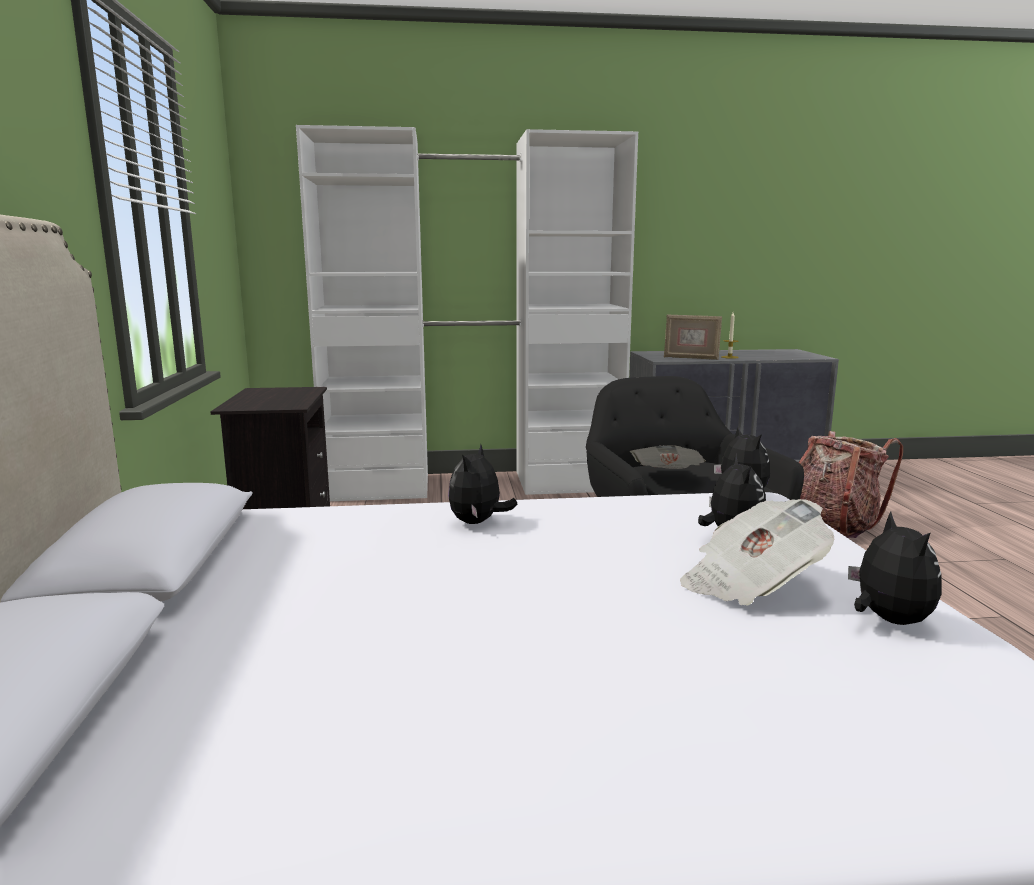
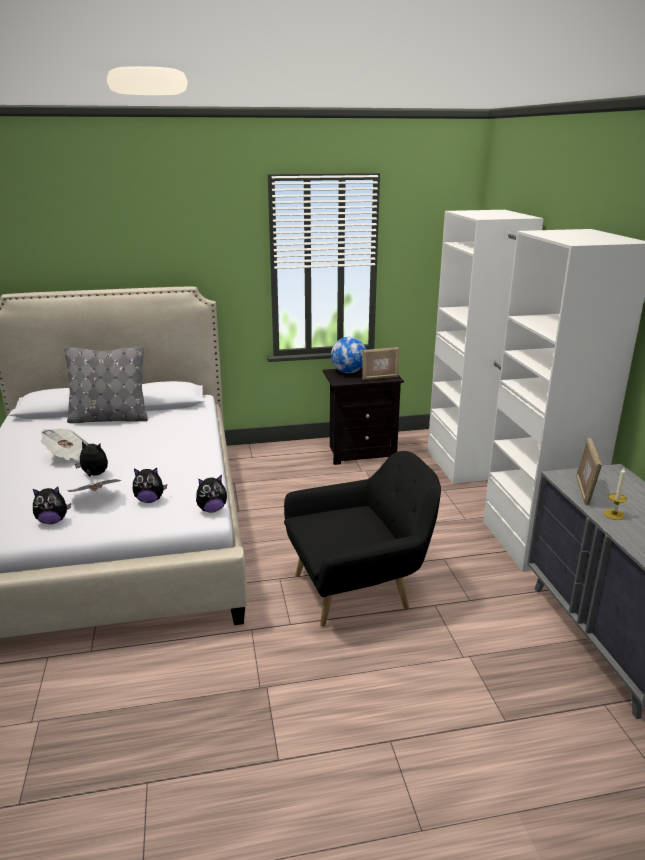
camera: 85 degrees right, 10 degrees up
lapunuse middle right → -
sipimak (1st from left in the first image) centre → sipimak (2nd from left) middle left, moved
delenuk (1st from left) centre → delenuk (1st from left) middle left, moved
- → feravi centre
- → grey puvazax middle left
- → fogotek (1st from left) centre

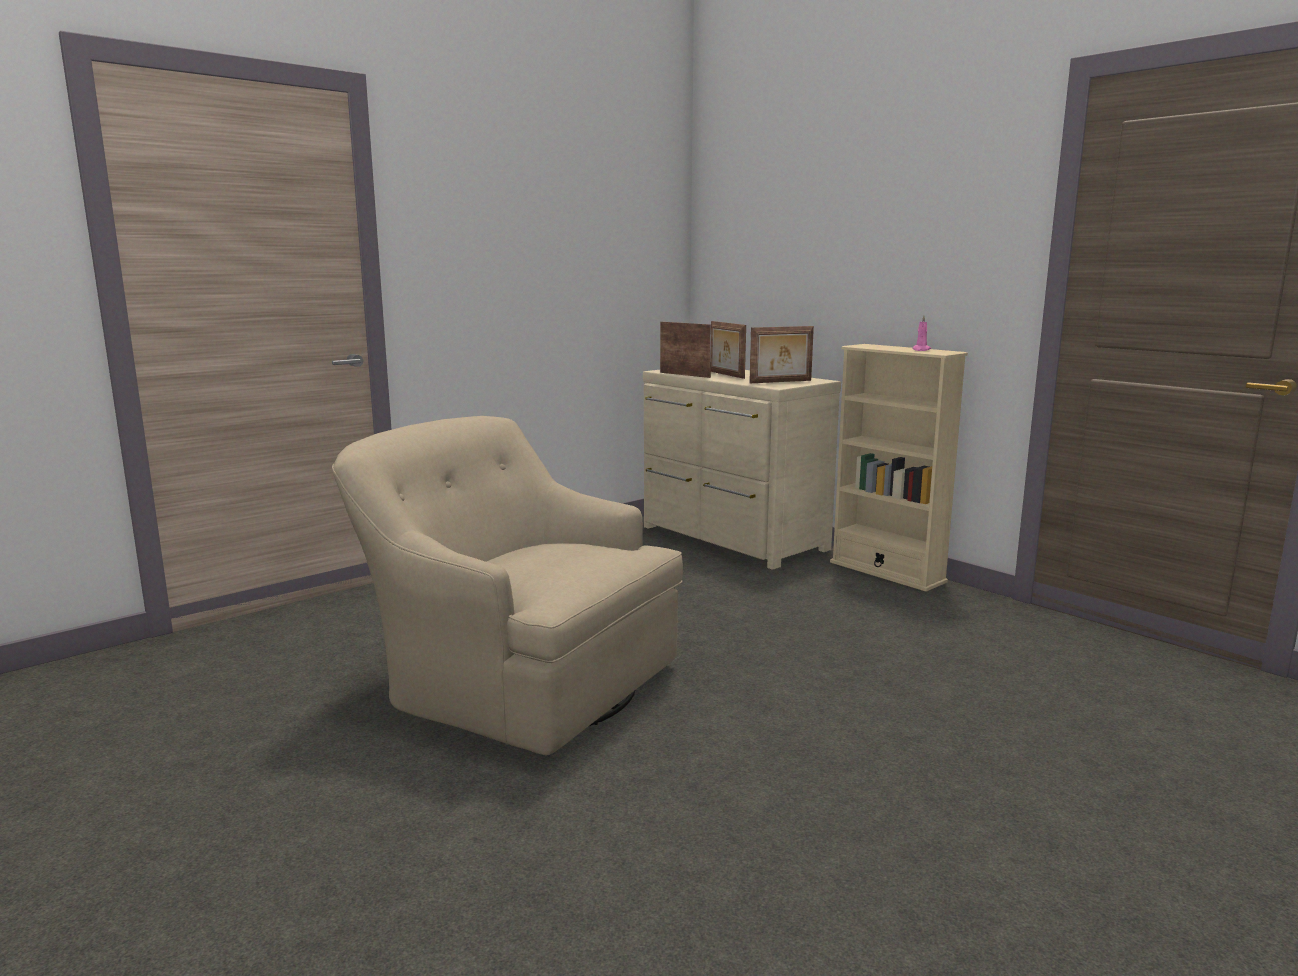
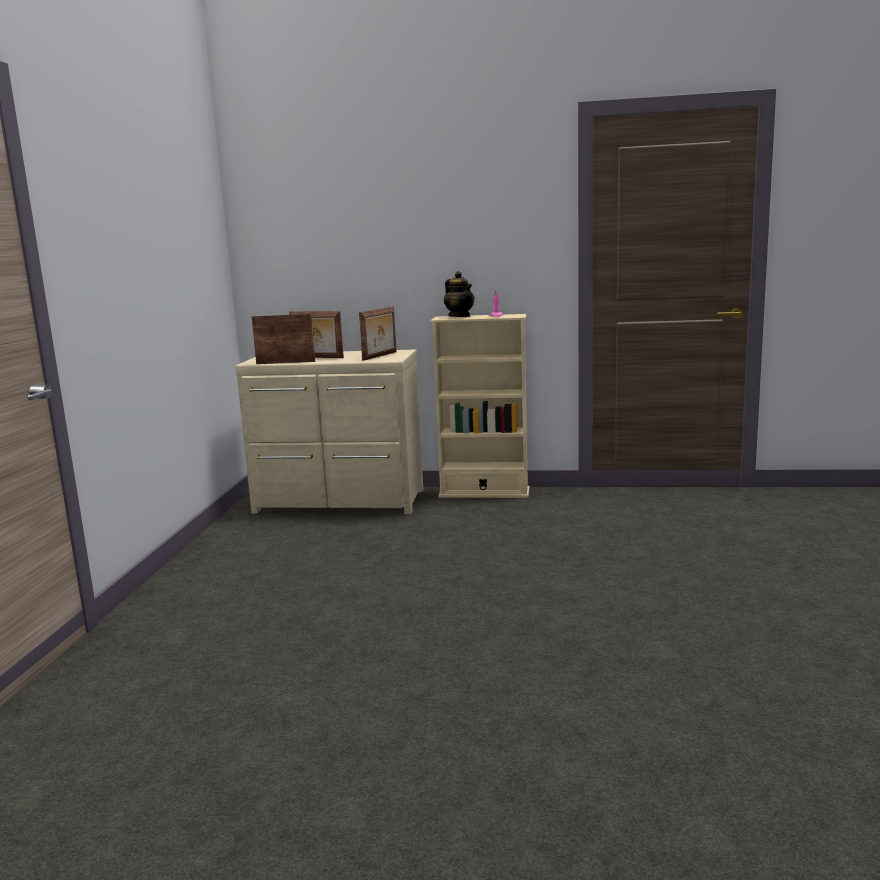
camera: 40 degrees left, 0 degrees up
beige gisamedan centre → -
- → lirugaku centre

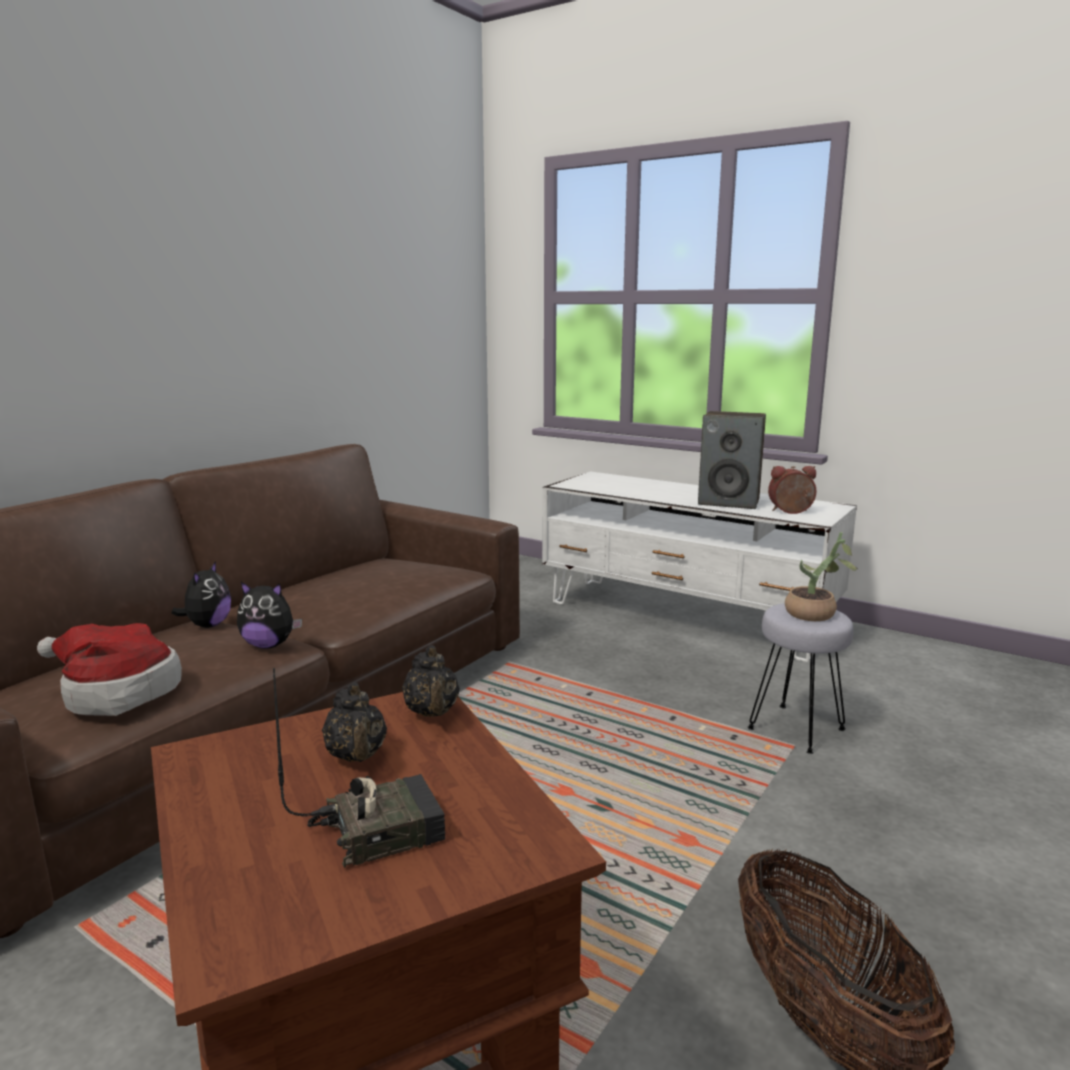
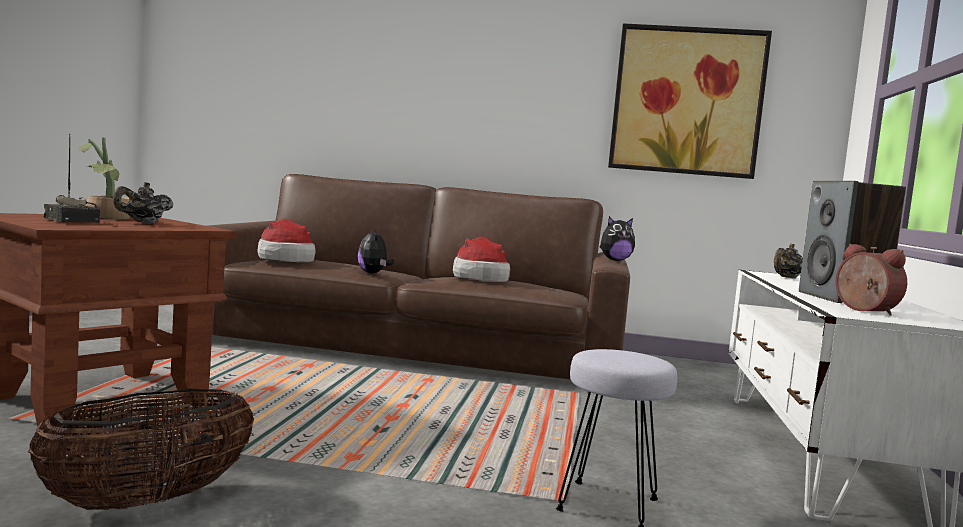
camera: 65 degrees right, 10 degrees down
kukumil middle right → kukumil middle left, moved
sipimak (1st from left in the first image) middle left → sipimak (2nd from left) centre, moved
black lirugaku (2nd from left) centre → black lirugaku (2nd from left) middle right, moved
- → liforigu top right
- → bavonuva (2nd from left) centre

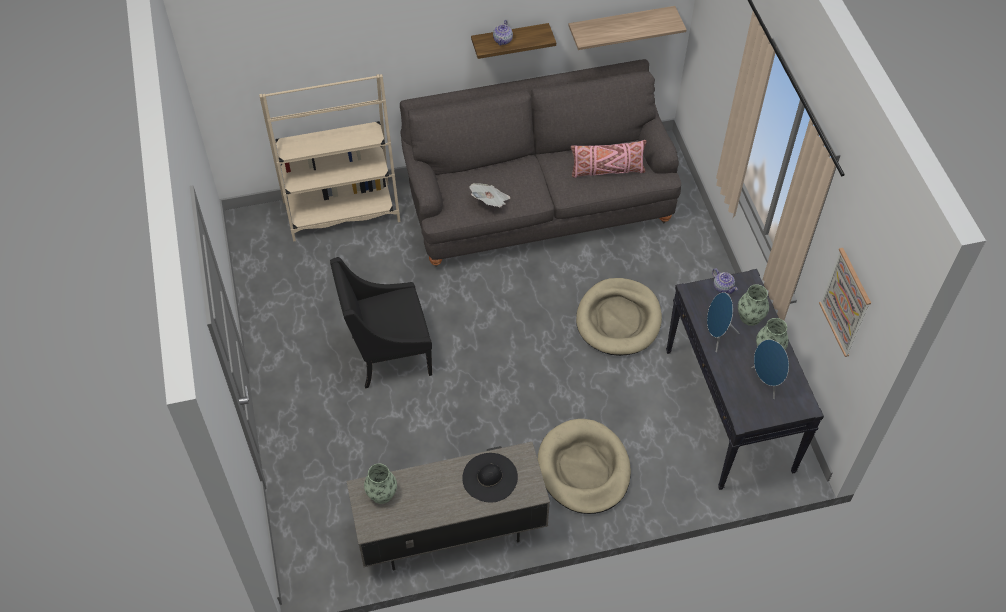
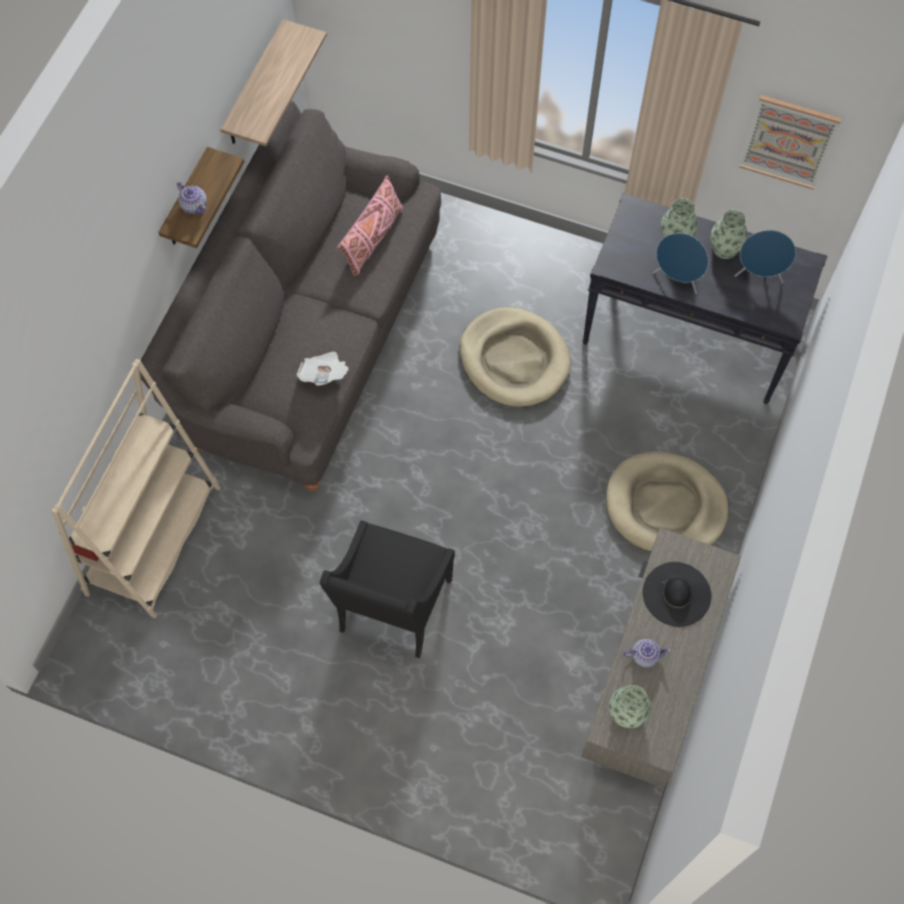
camera: 55 degrees left, 10 degrees up
lirugaku (2nd from left) middle right → lirugaku (2nd from left) bottom right, moved

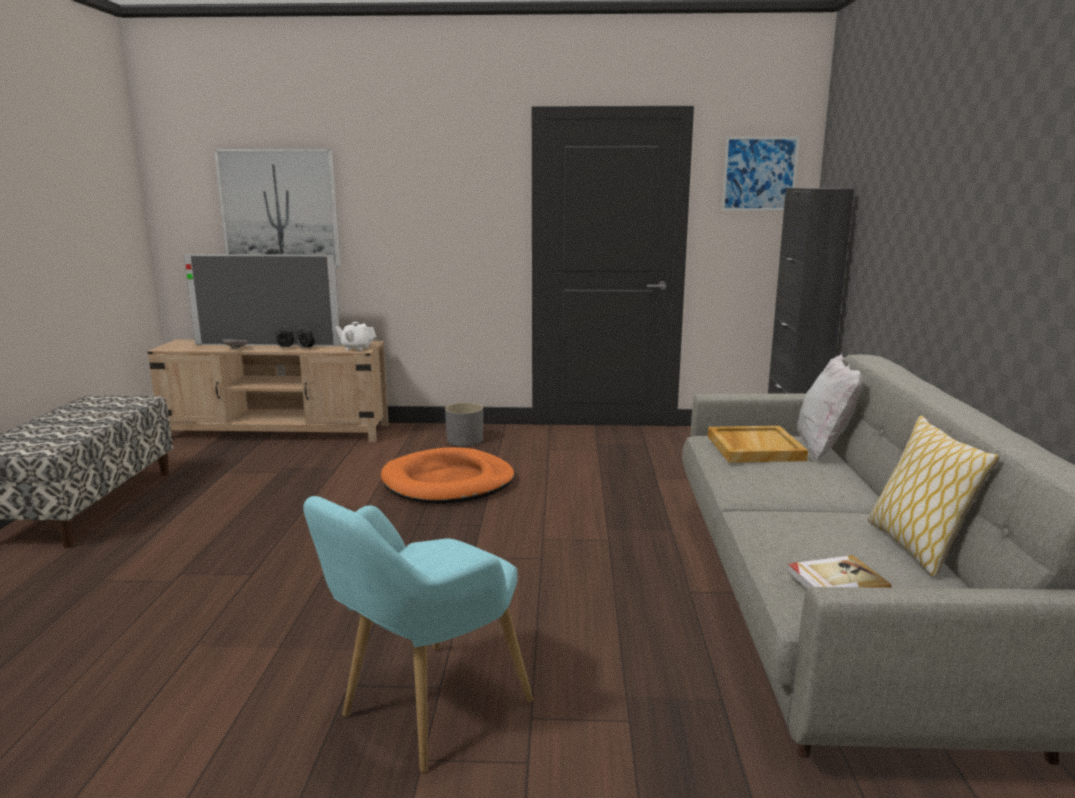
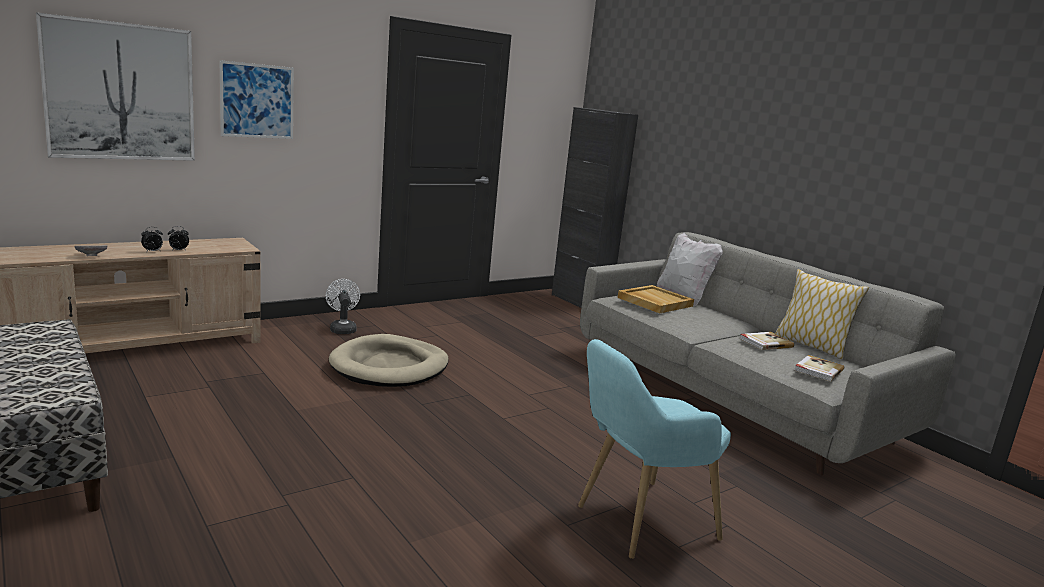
camera: 40 degrees left, 0 degrees up
liforigu (2nd from left) top right → liforigu (2nd from left) top left, moved
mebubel middle left → -
white lirugaku middle left → -
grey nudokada centre → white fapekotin middle left
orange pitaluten centre → beige pitaluten centre
turquoise gisamedan bottom centre, 60 degrees clockwise
- → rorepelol (1st from left) middle right

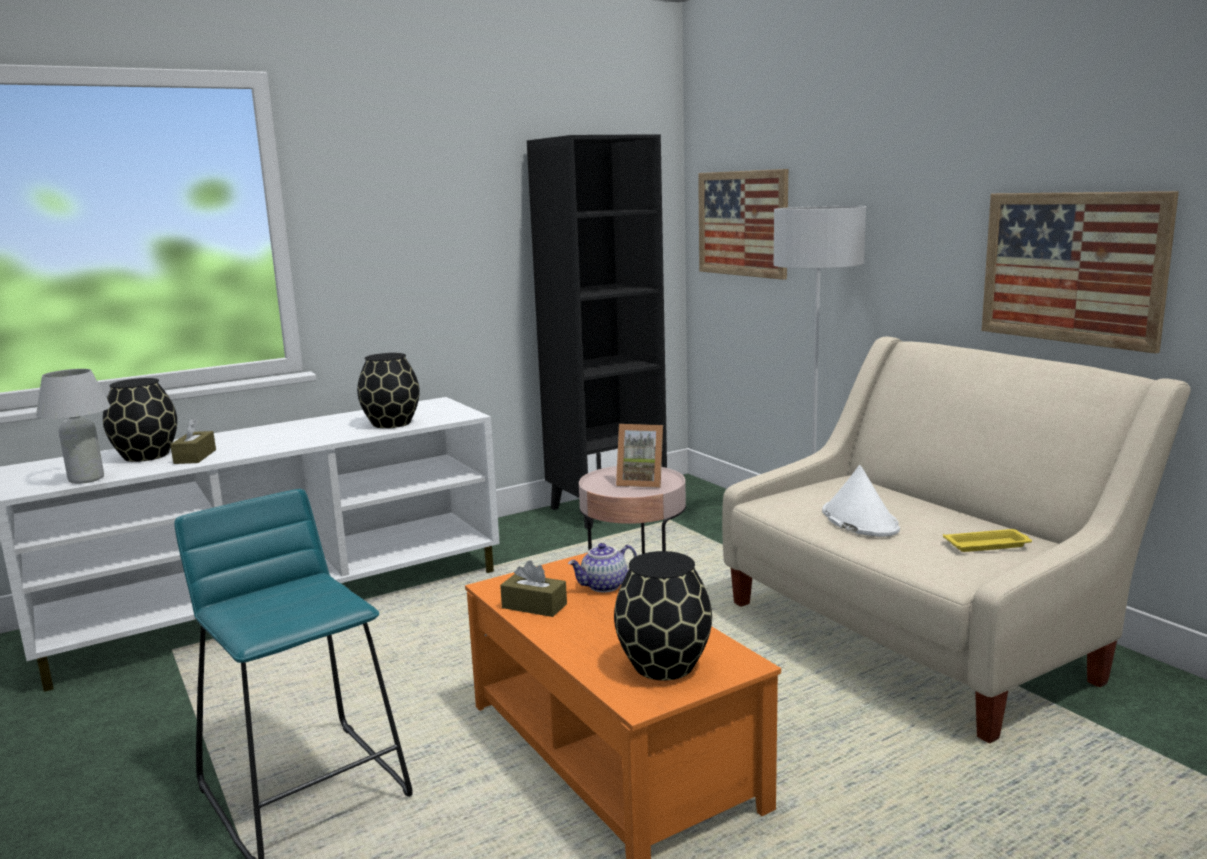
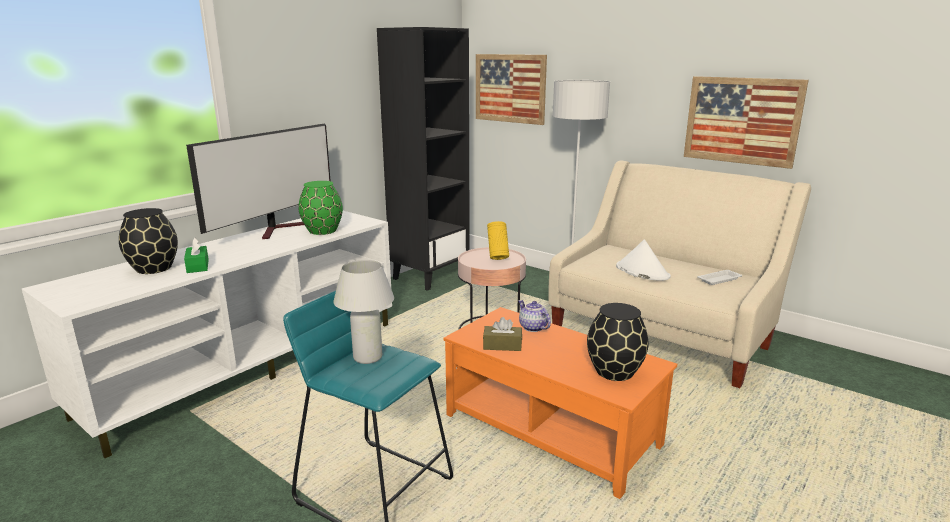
camera: 20 degrees left, 5 degrees up
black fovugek (2nd from left) middle left → green fovugek centre
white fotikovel middle left → white fotikovel centre, moved
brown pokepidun (1st from left) middle left → green pokepidun middle left
fogotek centre → yellow fovugek centre
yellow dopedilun middle right → white dopedilun middle right
lirugaku centre, 105 degrees clockwise
- → mebubel middle left

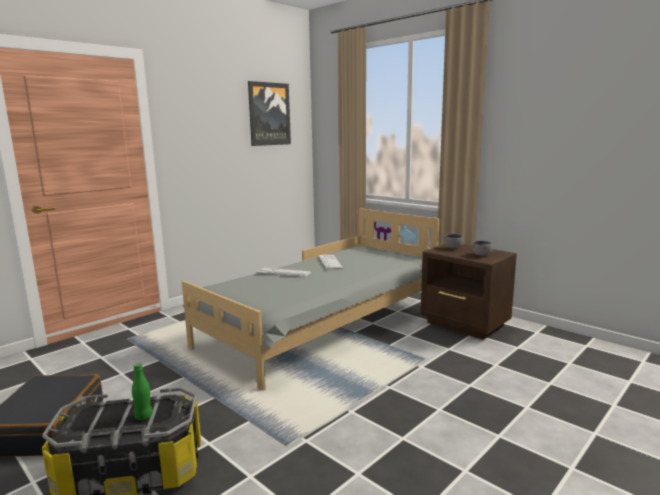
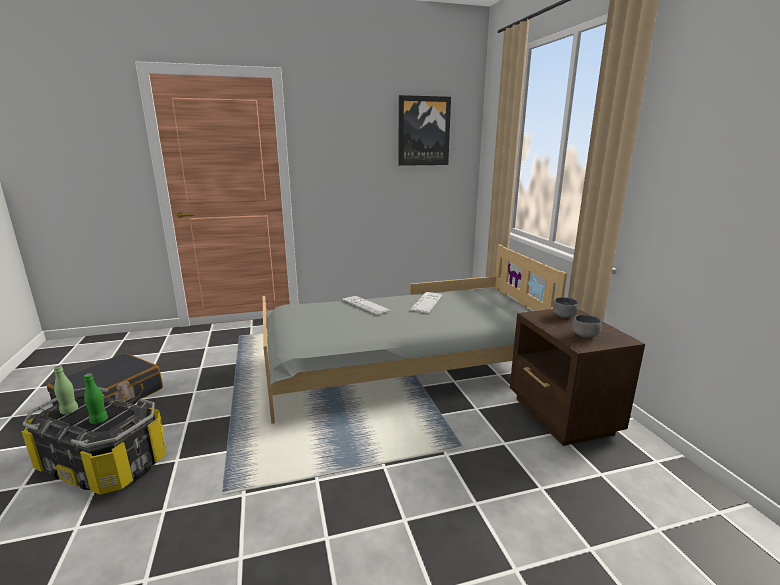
camera: 30 degrees right, 5 degrees up
- → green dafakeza (1st from left) bottom left

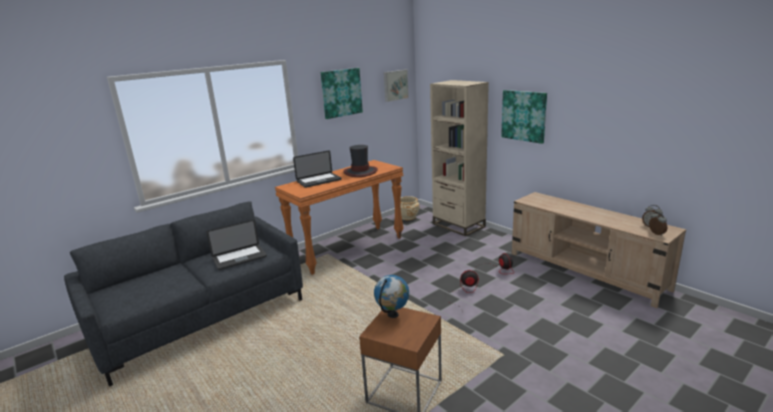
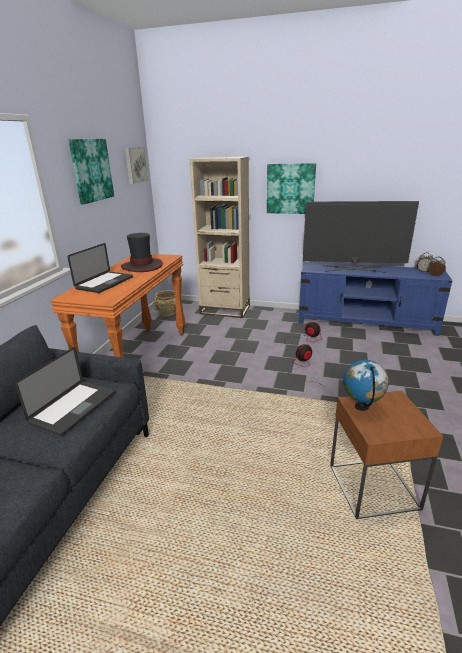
camera: 35 degrees left, 5 degrees up
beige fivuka middle right → blue fivuka middle right
- → mebubel middle right

